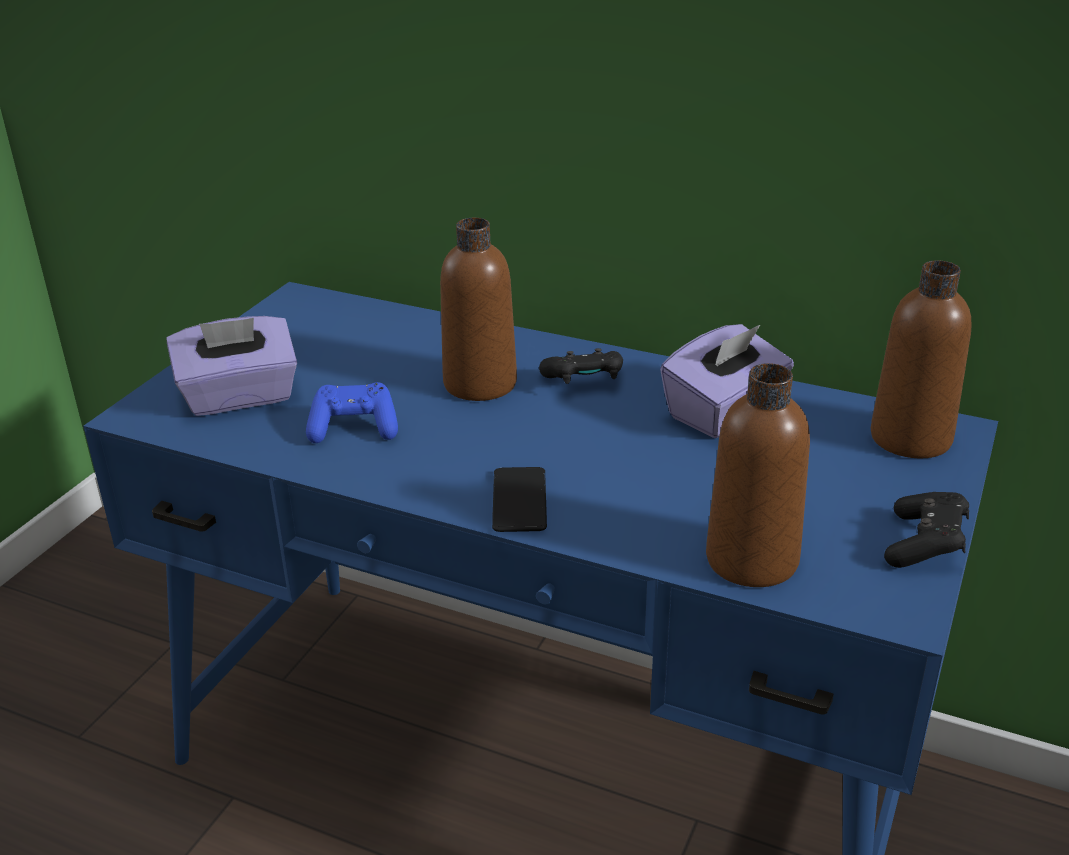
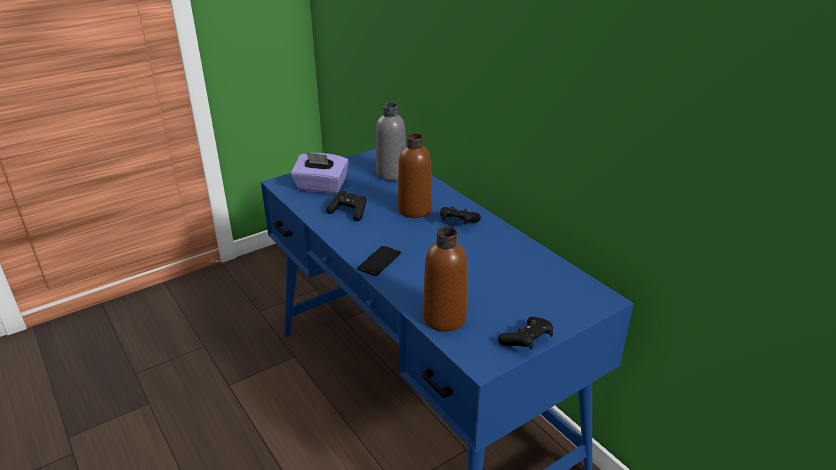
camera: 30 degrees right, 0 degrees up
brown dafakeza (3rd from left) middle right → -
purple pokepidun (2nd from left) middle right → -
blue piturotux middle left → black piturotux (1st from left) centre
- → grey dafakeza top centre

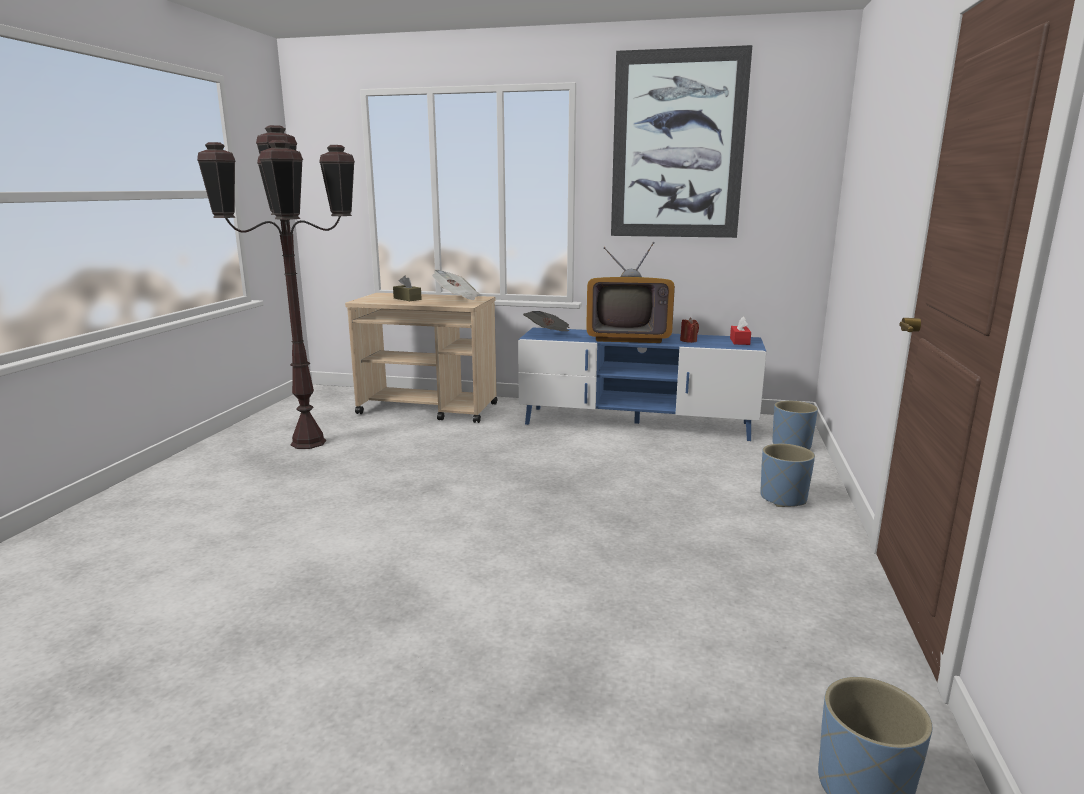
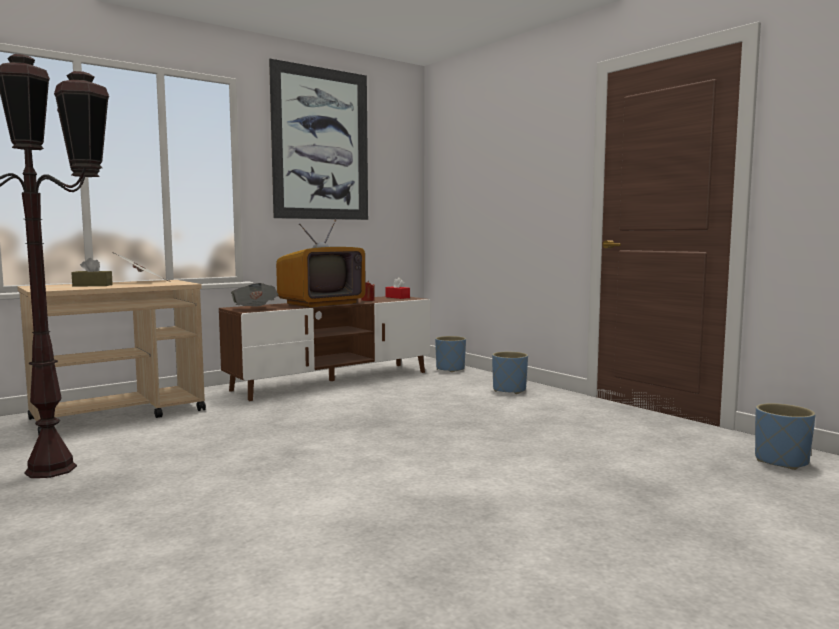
camera: 50 degrees left, 10 degrees down
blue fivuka centre → brown fivuka centre

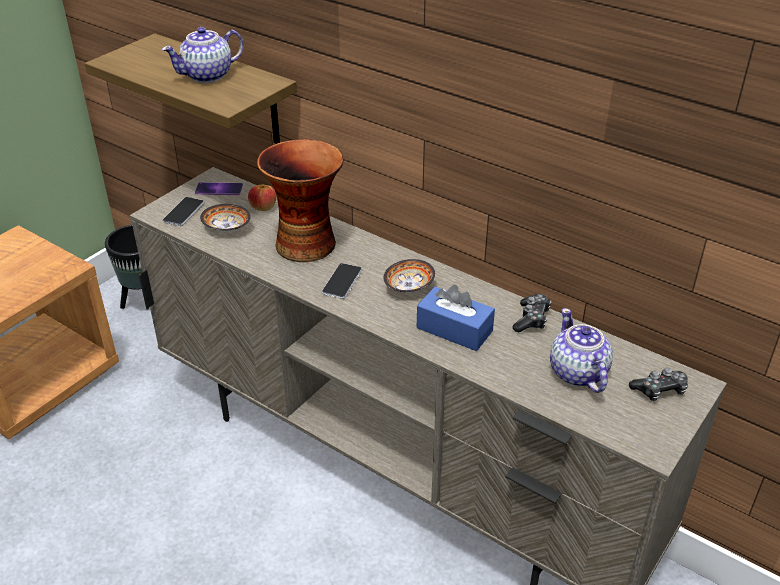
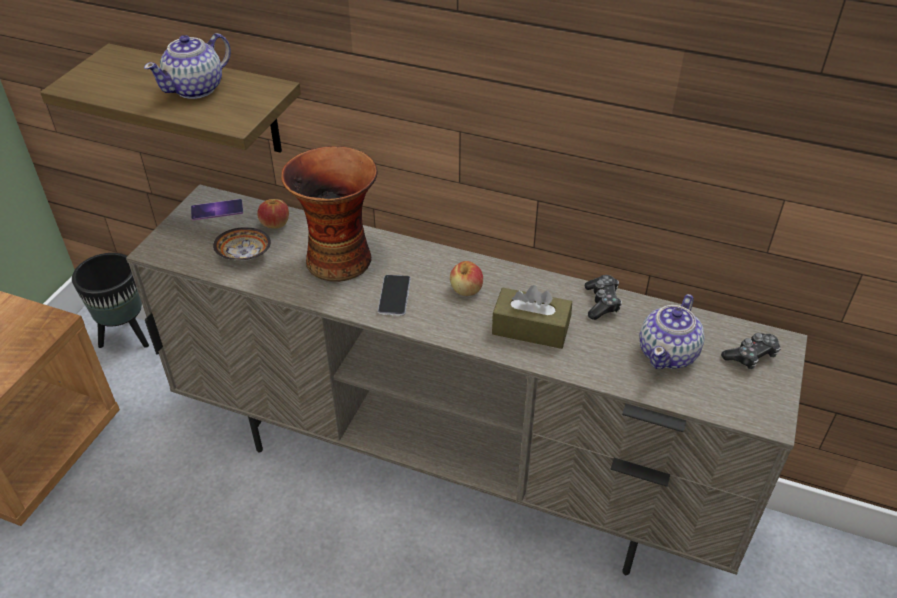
camera: 15 degrees left, 5 degrees up
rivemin (1st from left) middle left → -
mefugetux (2nd from left) centre → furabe (2nd from left) centre
blue pokepidun centre → brown pokepidun centre
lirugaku (2nd from left) middle right, 120 degrees counterclockwise

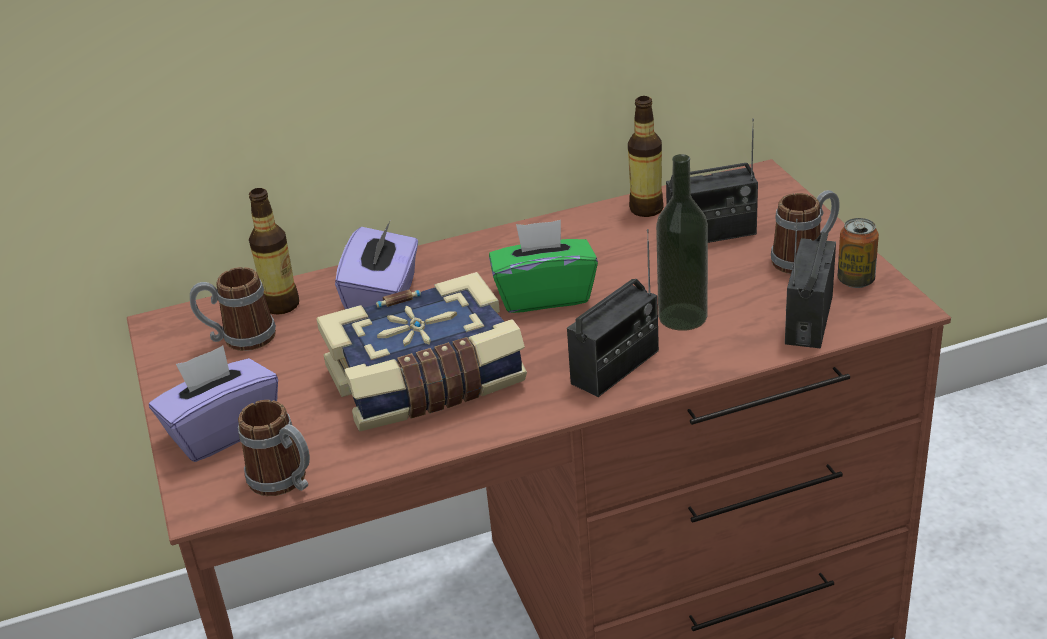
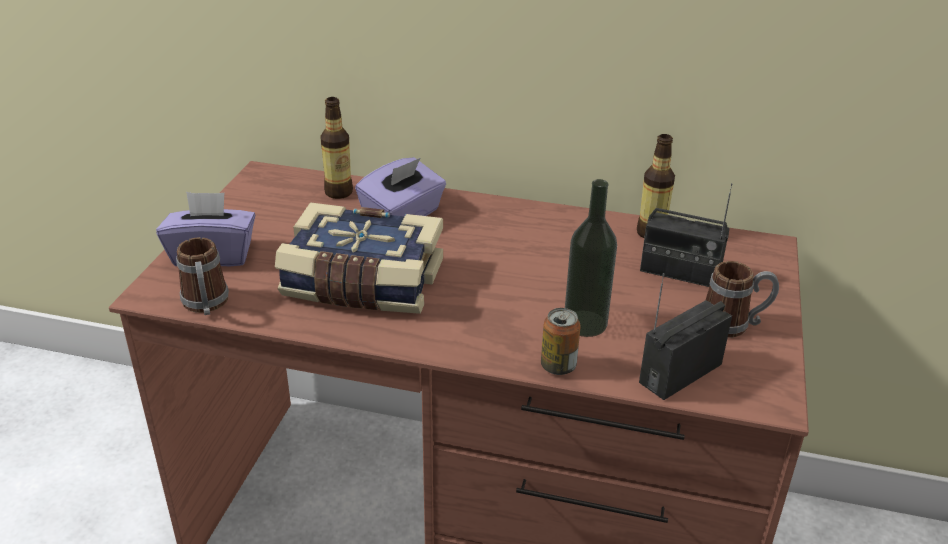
camera: 30 degrees right, 0 degrees up
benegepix middle right → benegepix centre, moved
green pokepidun centre → -
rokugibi (1st from left) centre → -
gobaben (1st from left) middle left → -

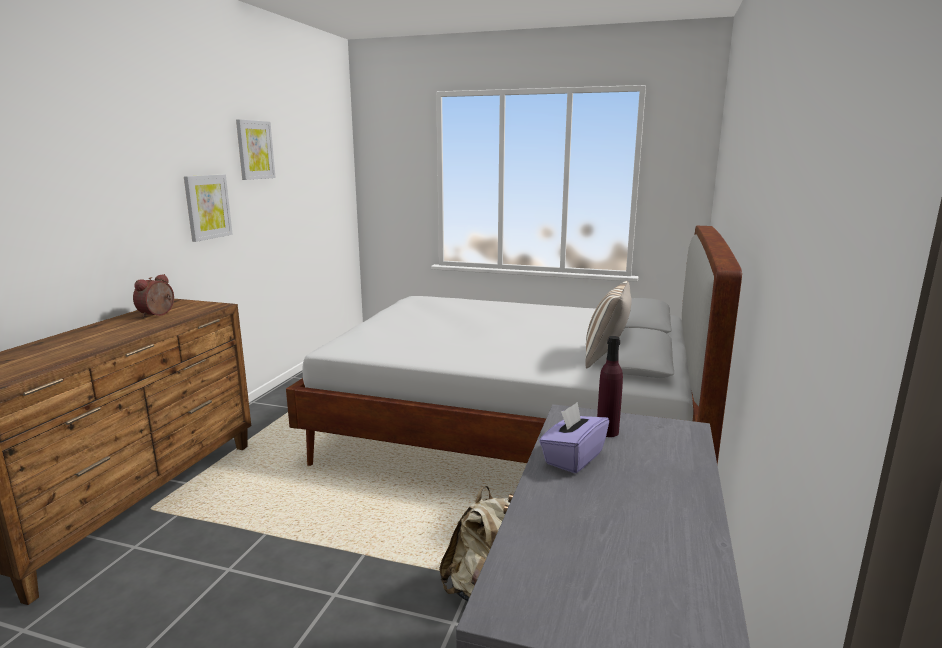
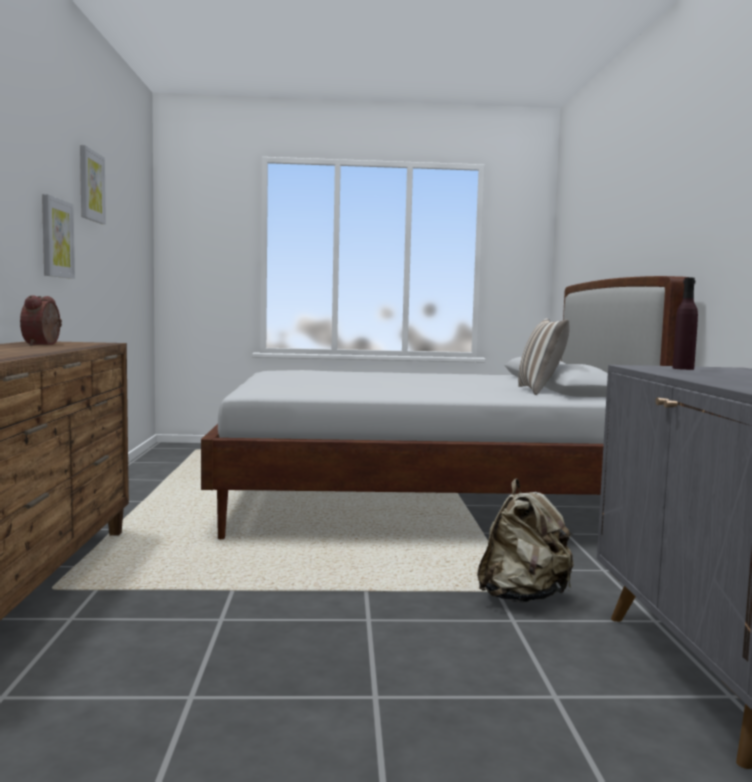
camera: 20 degrees left, 10 degrees down
purple pokepidun bottom centre → -

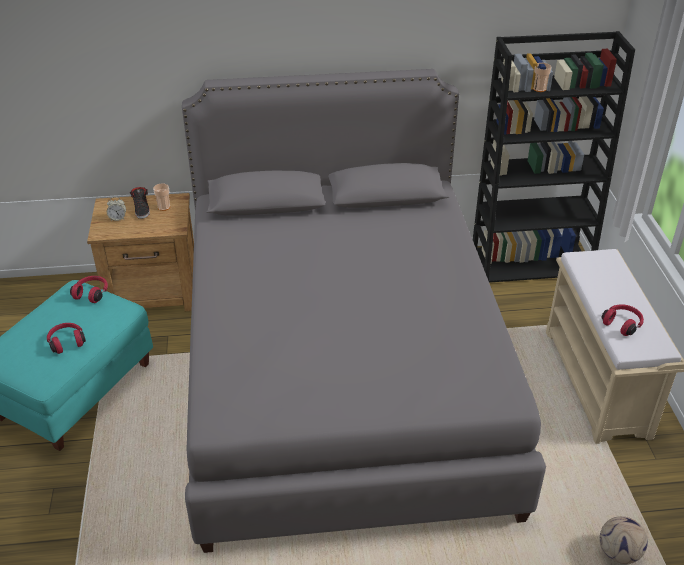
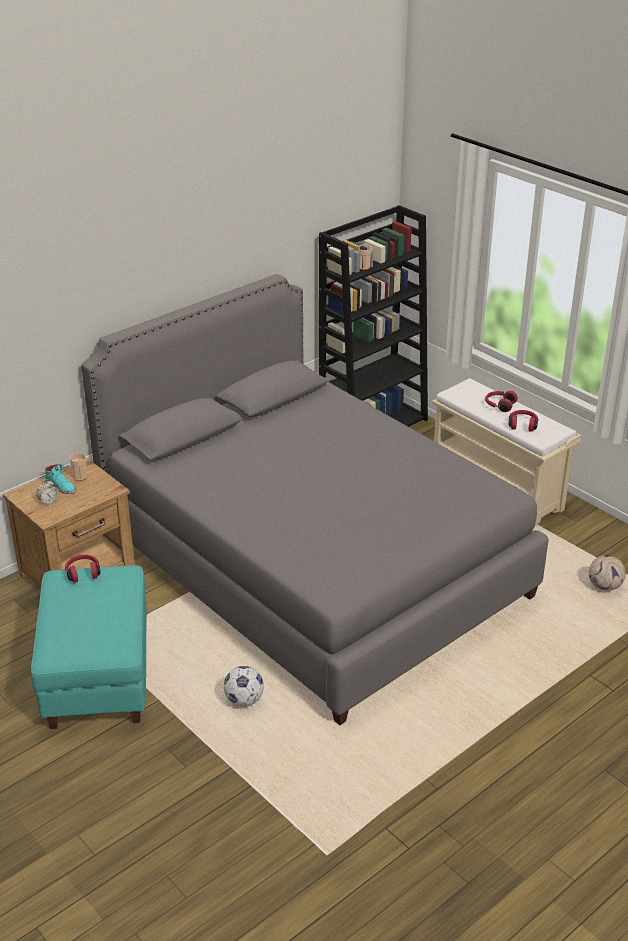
camera: 35 degrees left, 5 degrees down
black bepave middle left → turquoise bepave middle left
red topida (1st from left in the first image) middle left → red topida (2nd from left) middle right, moved
- → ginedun (1st from left) bottom centre

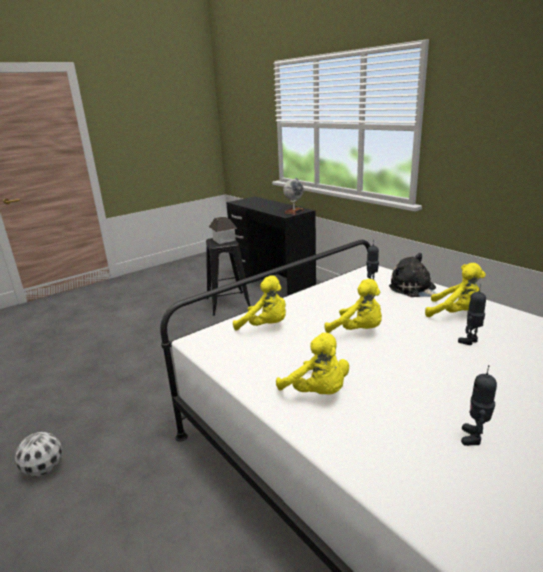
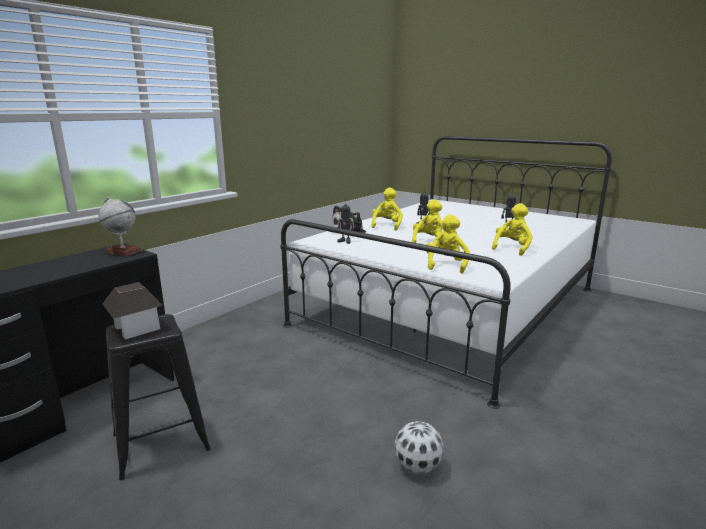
camera: 105 degrees left, 5 degrees down
ginedun bottom left → ginedun bottom centre, moved

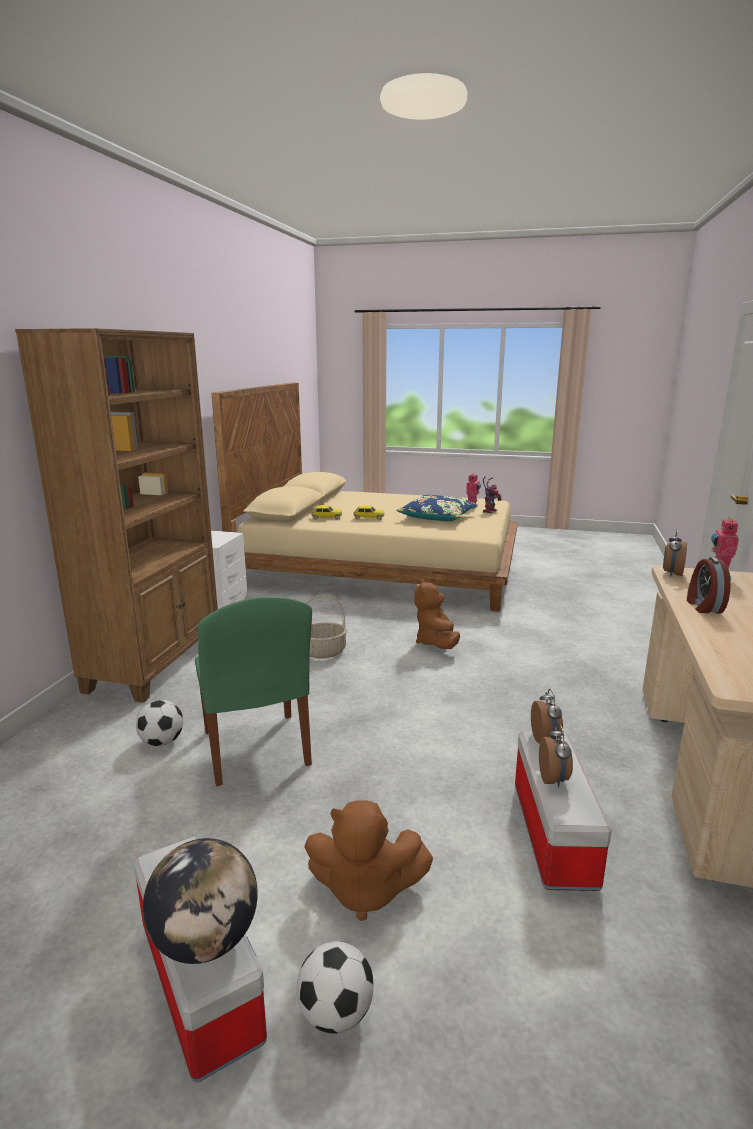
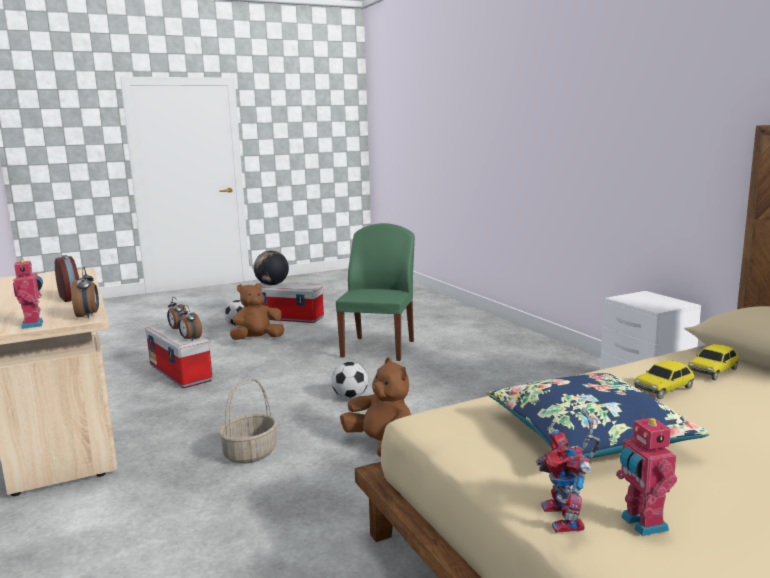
camera: 140 degrees right, 5 degrees down
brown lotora middle left → -
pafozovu centre → pafozovu bottom left, moved
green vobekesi centre, 75 degrees clockwise
ginedun (1st from left in the first image) middle left → ginedun (2nd from left) centre, moved

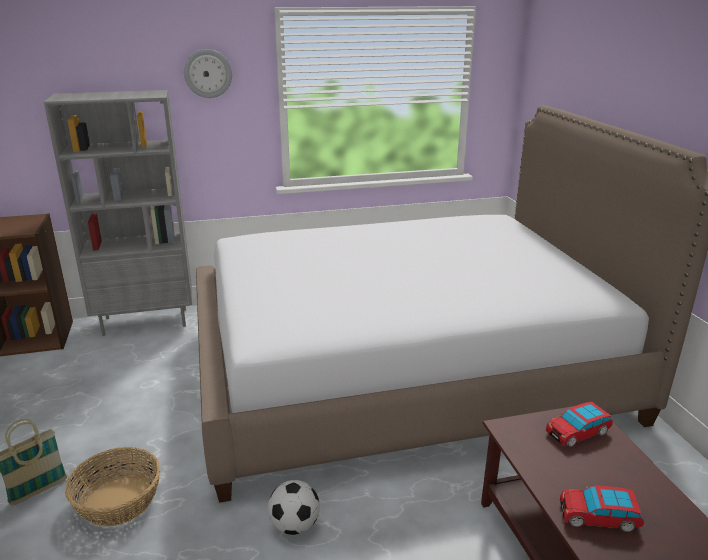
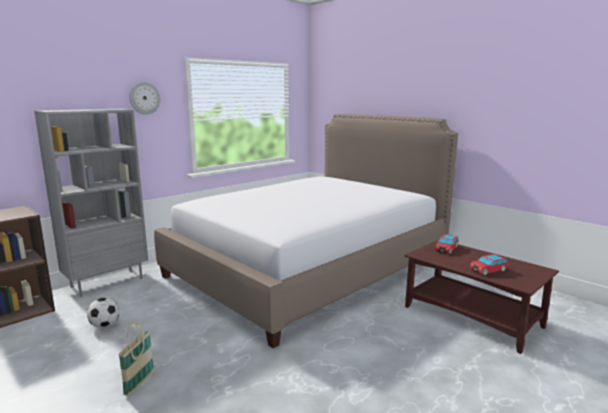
camera: 30 degrees left, 10 degrees down
pafozovu (2nd from left) bottom left → -
ginedun bottom centre → ginedun bottom left, moved

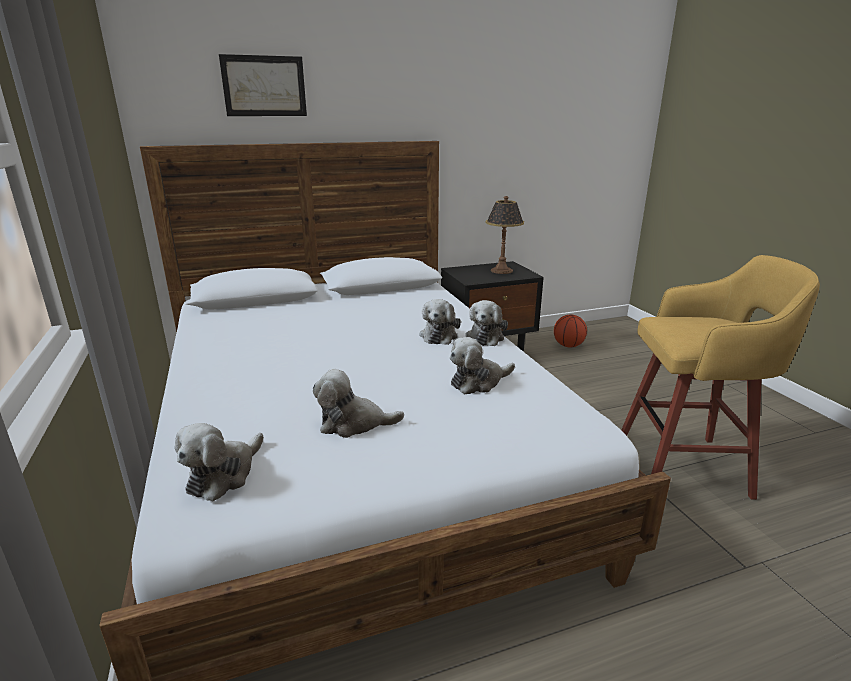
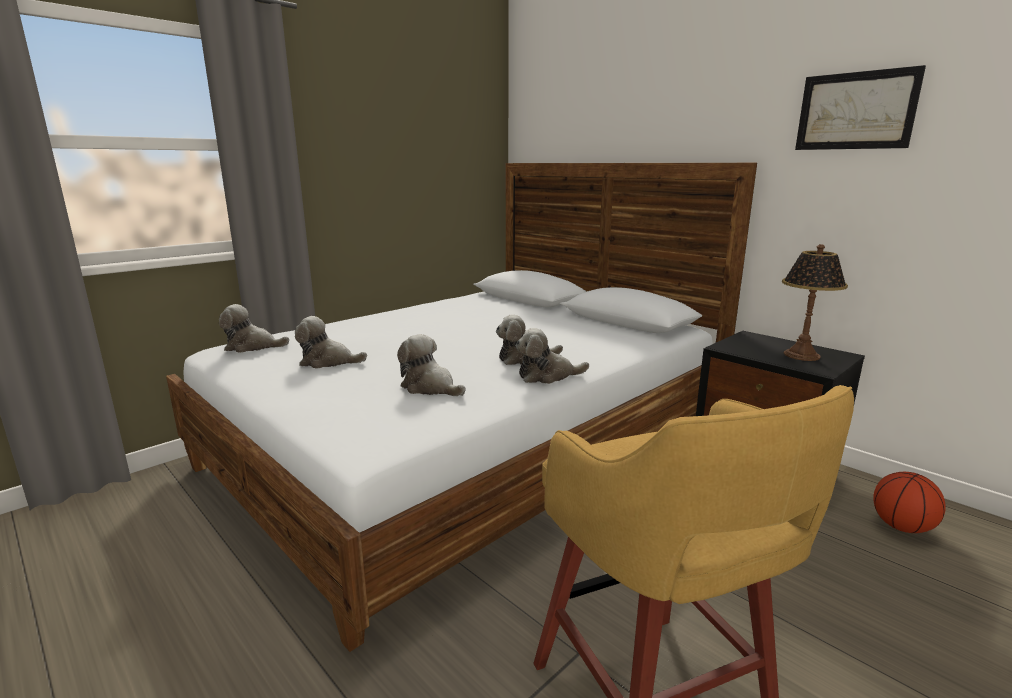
camera: 65 degrees right, 5 degrees down
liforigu top left → liforigu top right, moved
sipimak (2nd from left) centre → sipimak (2nd from left) middle left, 60 degrees counterclockwise

